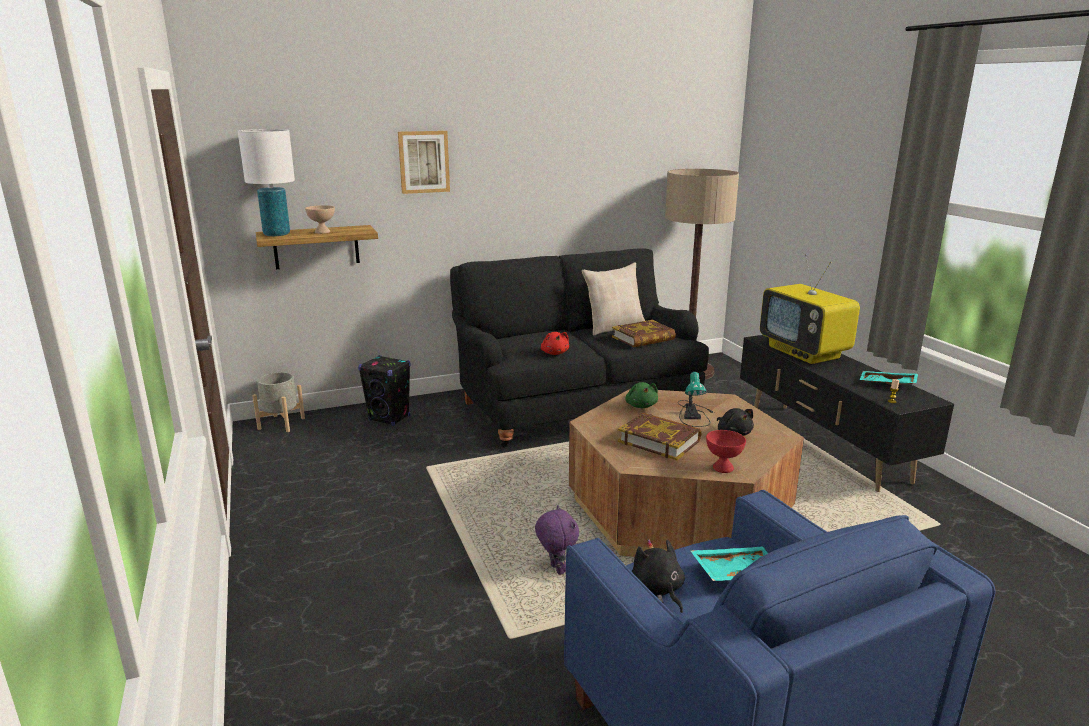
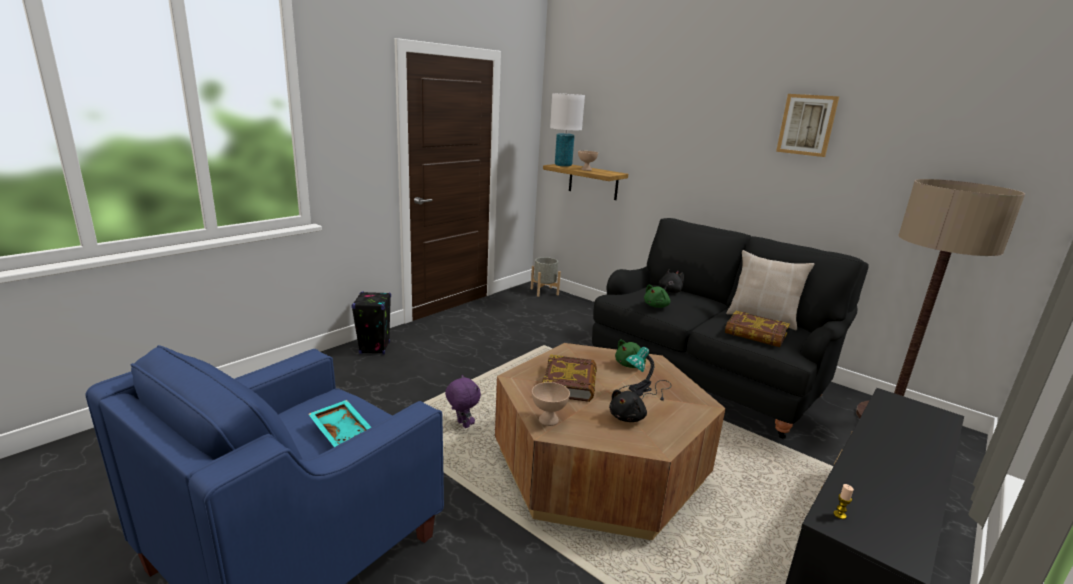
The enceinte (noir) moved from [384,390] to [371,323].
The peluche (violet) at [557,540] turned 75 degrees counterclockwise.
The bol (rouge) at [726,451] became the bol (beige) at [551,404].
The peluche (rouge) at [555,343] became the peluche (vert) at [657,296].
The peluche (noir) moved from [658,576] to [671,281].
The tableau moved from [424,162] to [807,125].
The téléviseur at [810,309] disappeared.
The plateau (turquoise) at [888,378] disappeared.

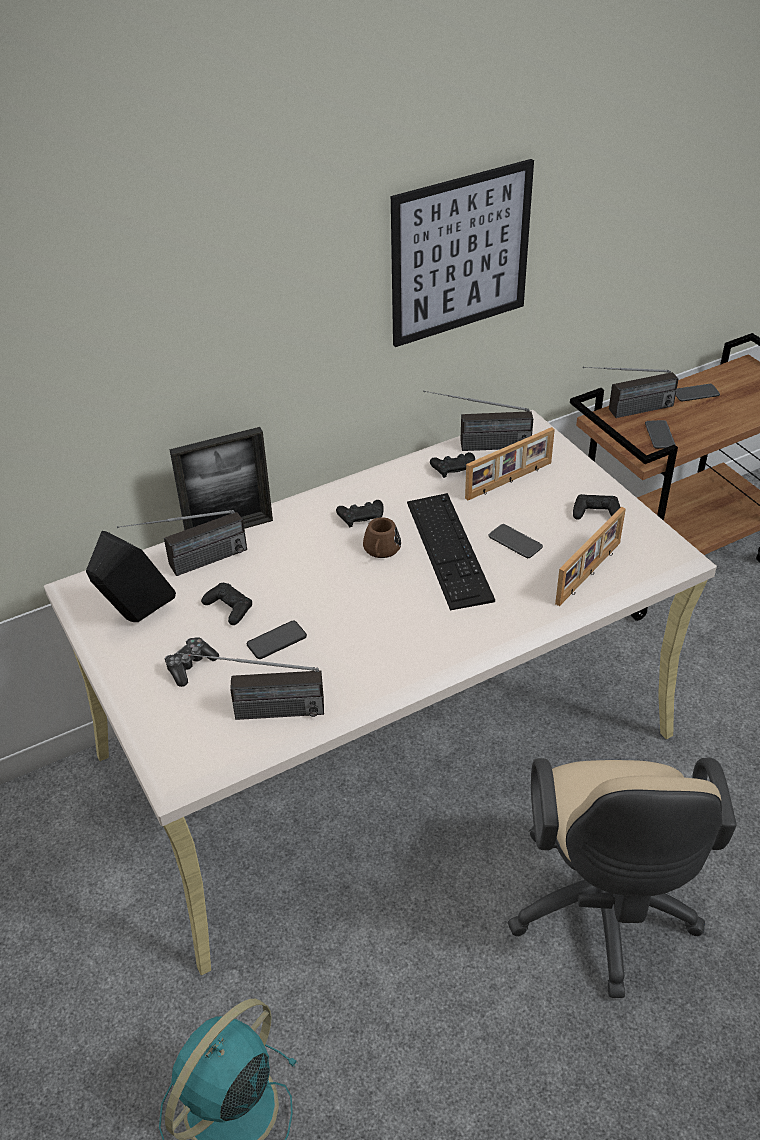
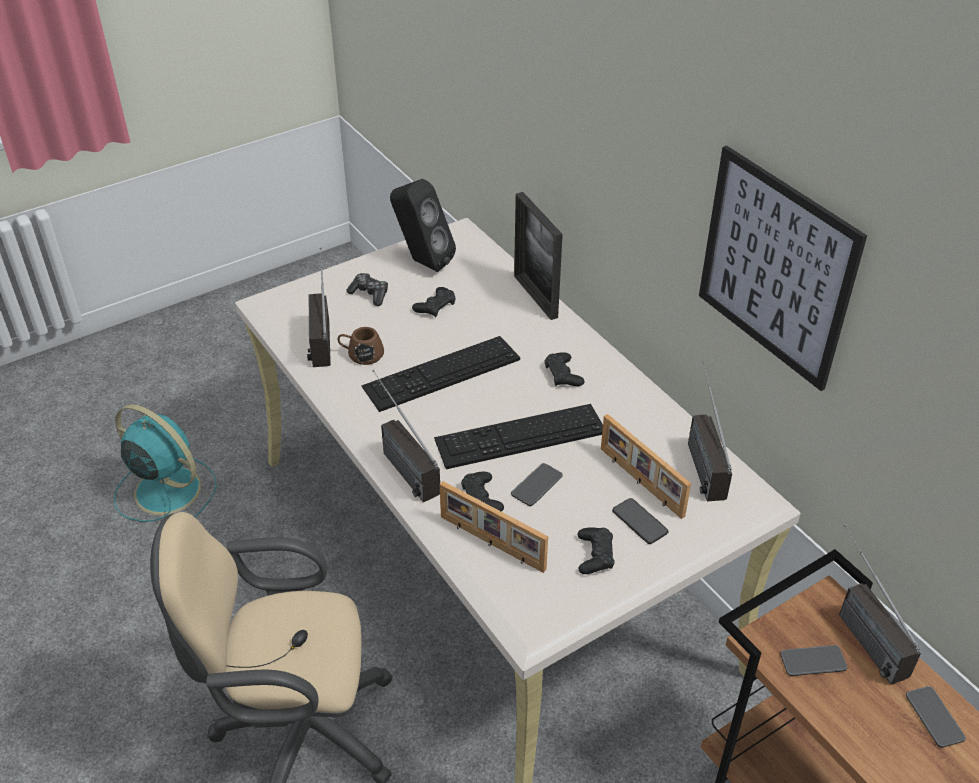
The mug (marron) moved from [382,537] to [360,346].
The clavier at [440,374] appeared.
The radio moved from [182,543] to [406,436].
The manette (noir) moved from [452,465] to [482,491].
The téléphone moved from [277,639] to [640,521].

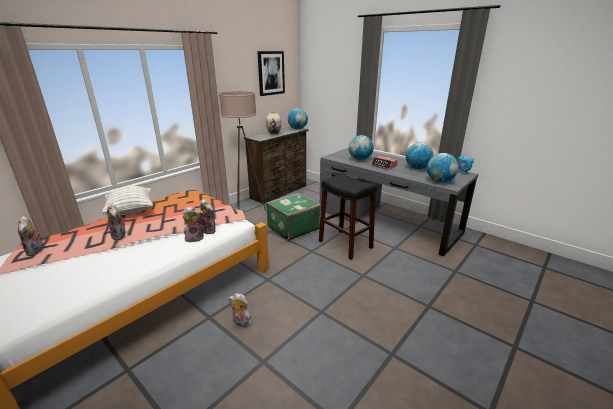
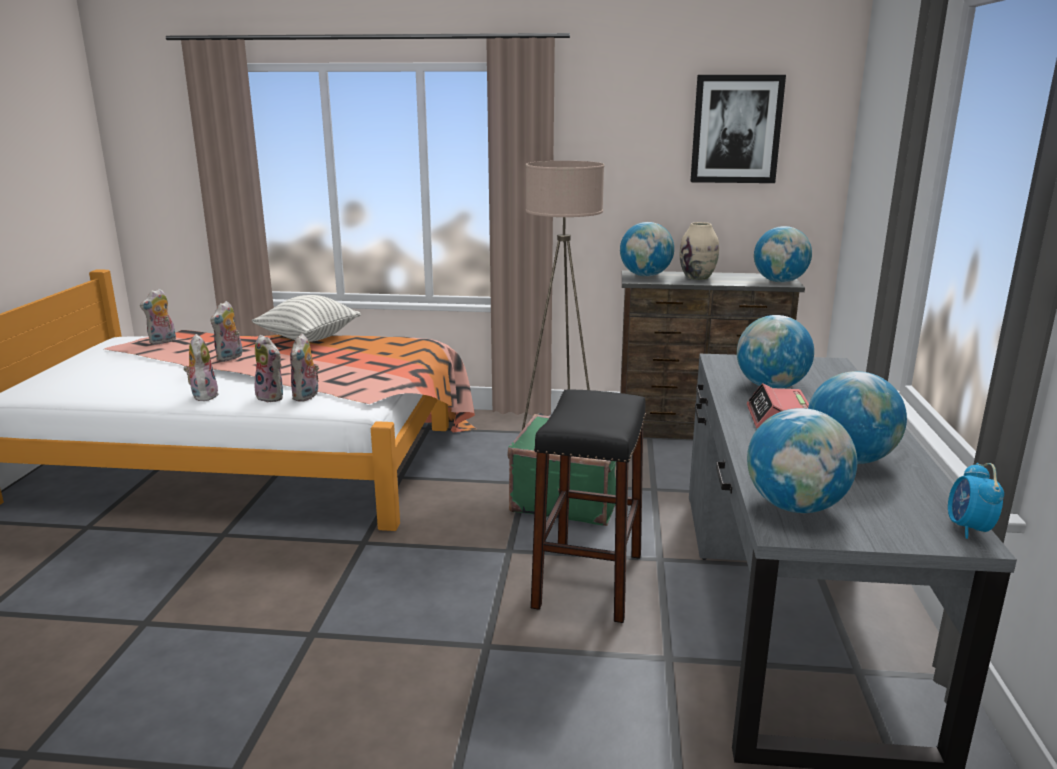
The peluche moved from [240,310] to [201,367].
The globe at [647,249] appeared.

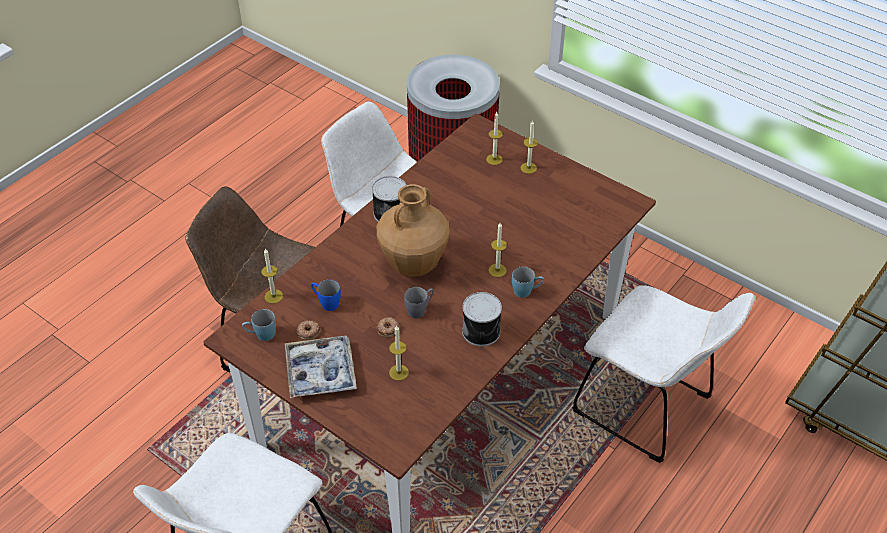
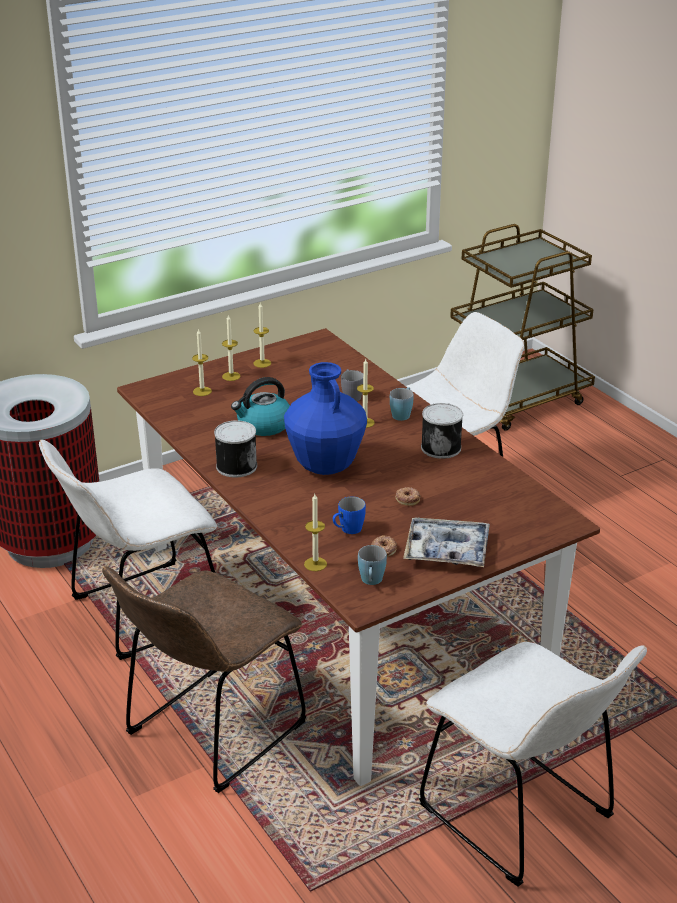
The bouilloire at [260,406] appeared.
The bougie moved from [399,353] to [262,335].
The vase (marron) at [413,230] became the vase (bleu) at [325,418].
The mug (gris) moved from [419,302] to [352,385].

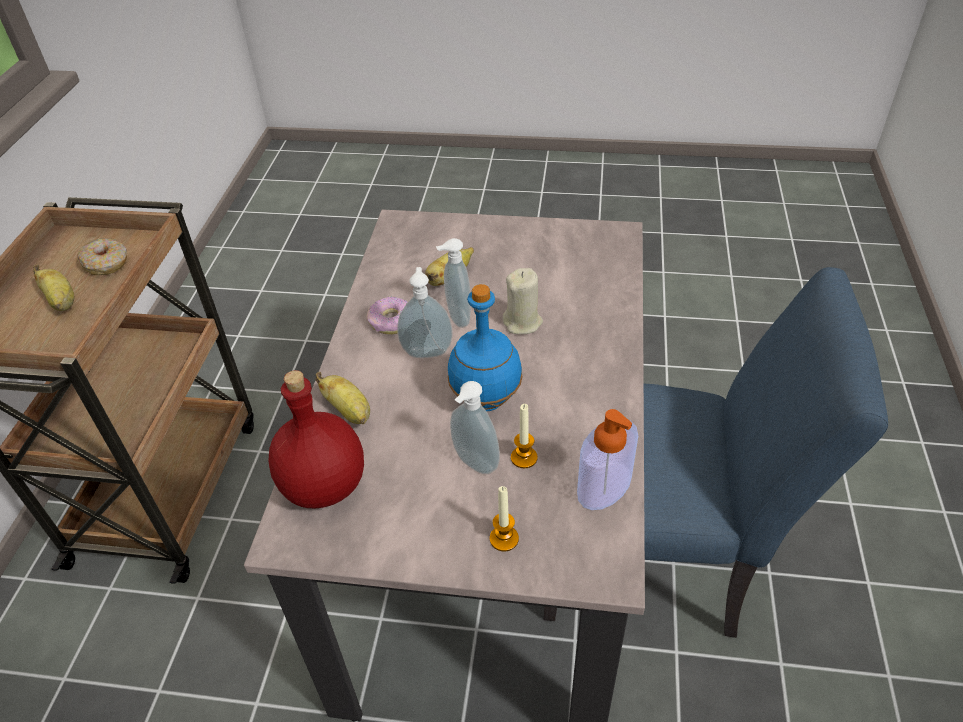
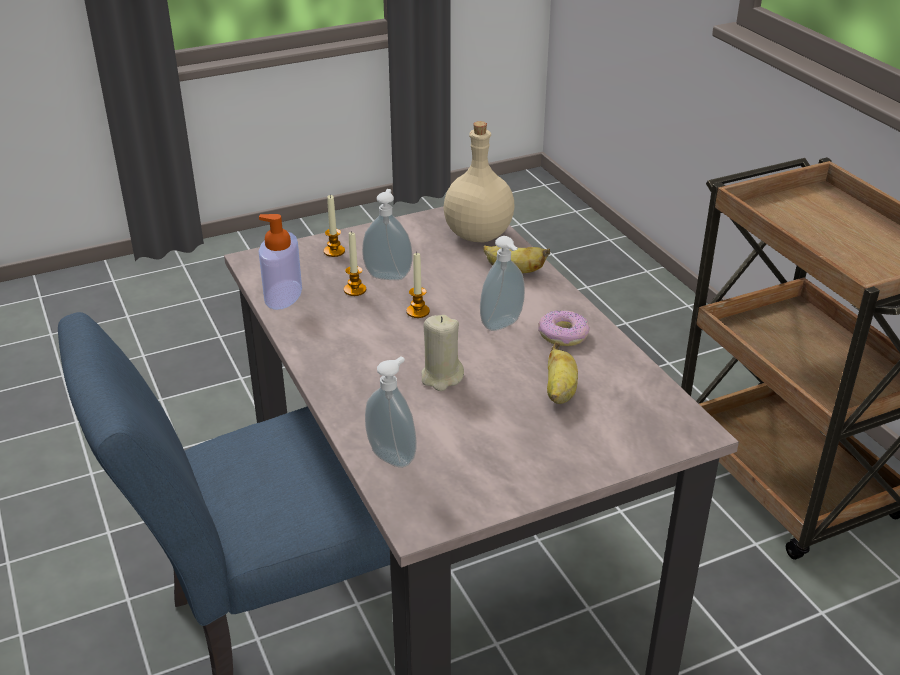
The distributeur de savon moved from [453,283] to [390,412].
The bouteille (bleu) at [485,347] was replaced by the bougie at [418,285].
The bouteille (rouge) at [316,439] became the bouteille (beige) at [479,182].
The banane at [53,288] disappeared.
The beignet at [102,256] disappeared.

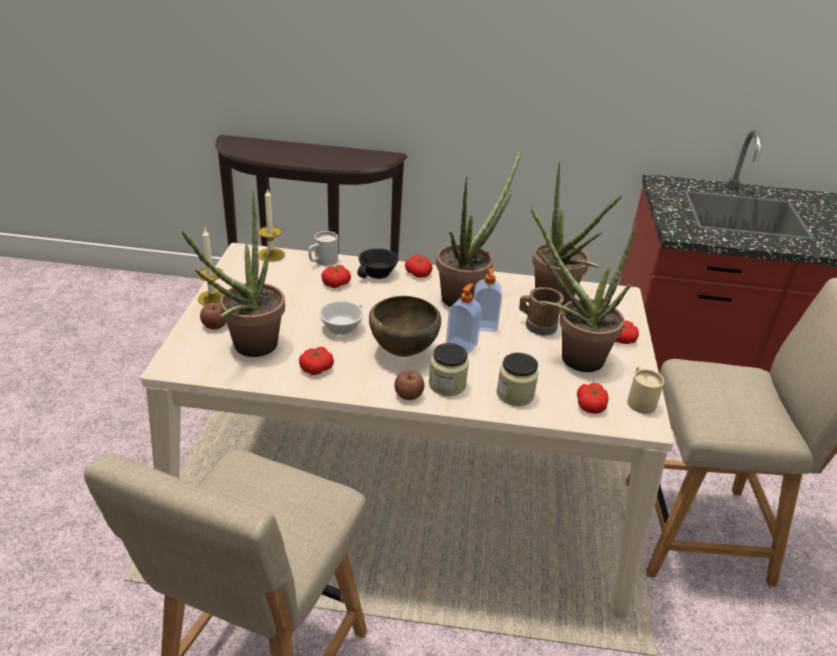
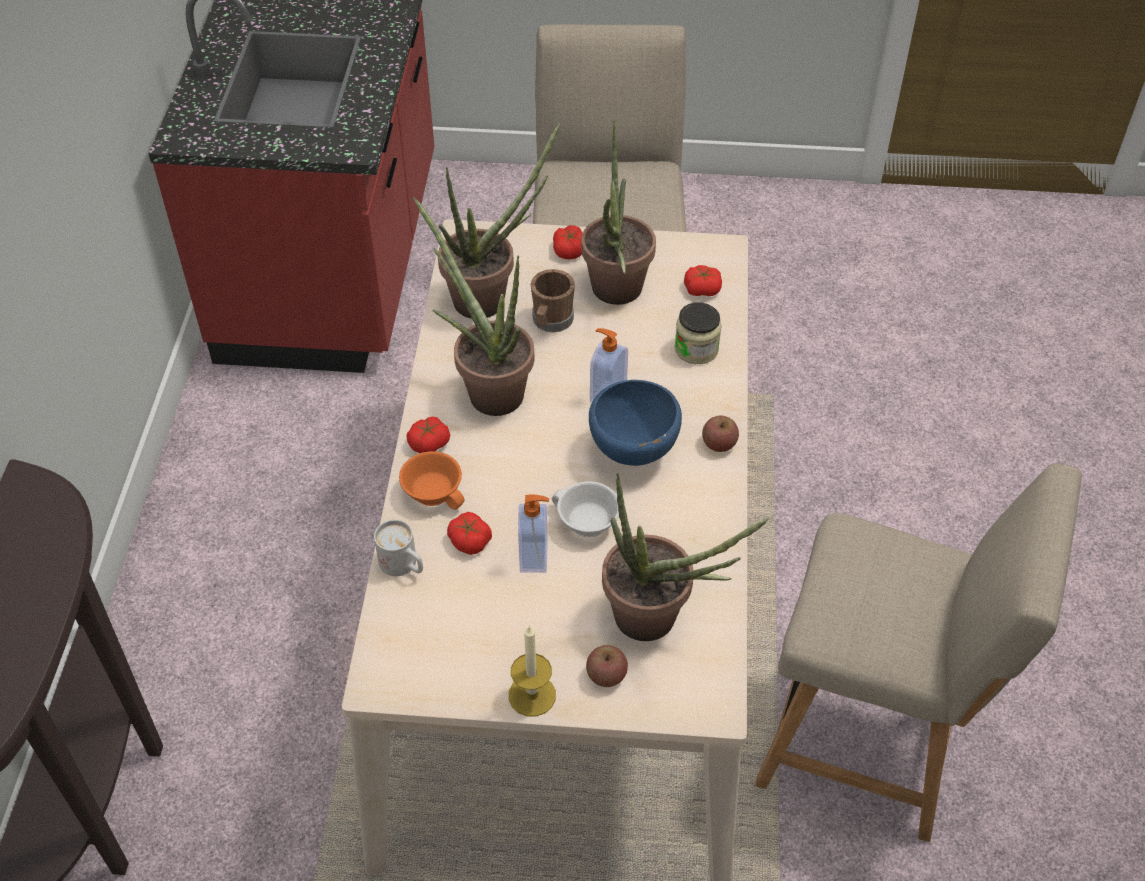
The tasse (noir) at [377,263] became the tasse (orange) at [432,480].
The distributeur de savon moved from [488,300] to [533,533].
The bol (marron) at [405,326] became the bol (bleu) at [635,423].
The bougie at [271,225] disappeared.
The tomate at [316,361] disappeared.
The bocal at [449,369] disappeared.
The mug (beige) at [645,390] disappeared.

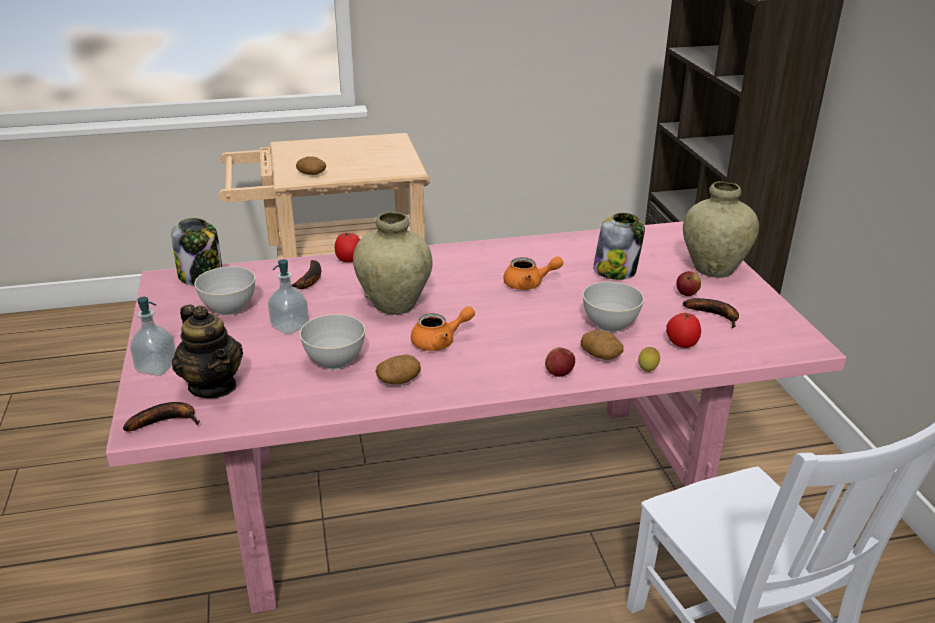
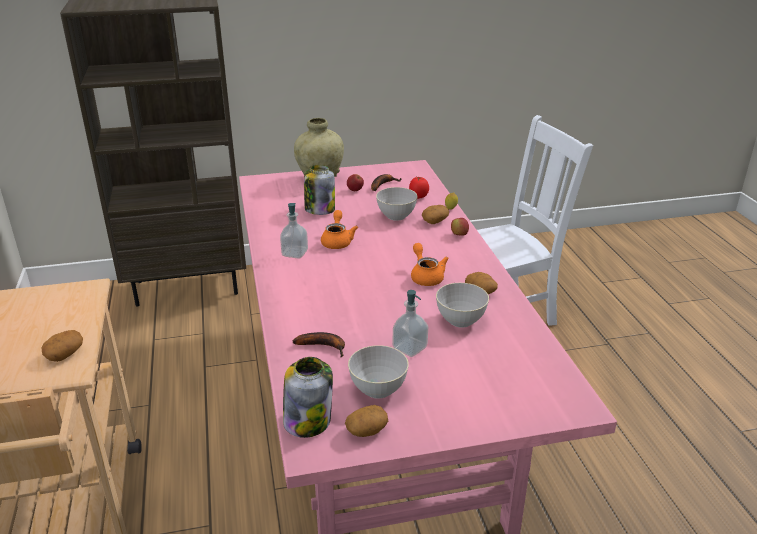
The distributeur de savon moved from [153,336] to [294,231].
The pomme de terre at [366,421] appeared.
The banane at [161,416] disappeared.
The théière at [207,351] disappeared.
The tomate at [347,247] disappeared.
The vase (beige) at [392,263] disappeared.

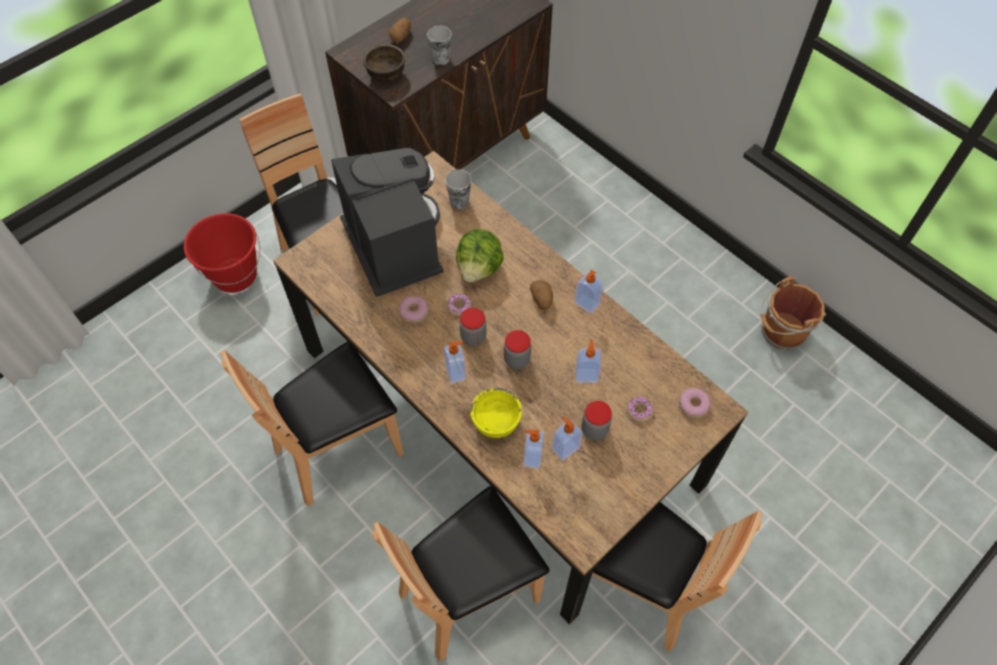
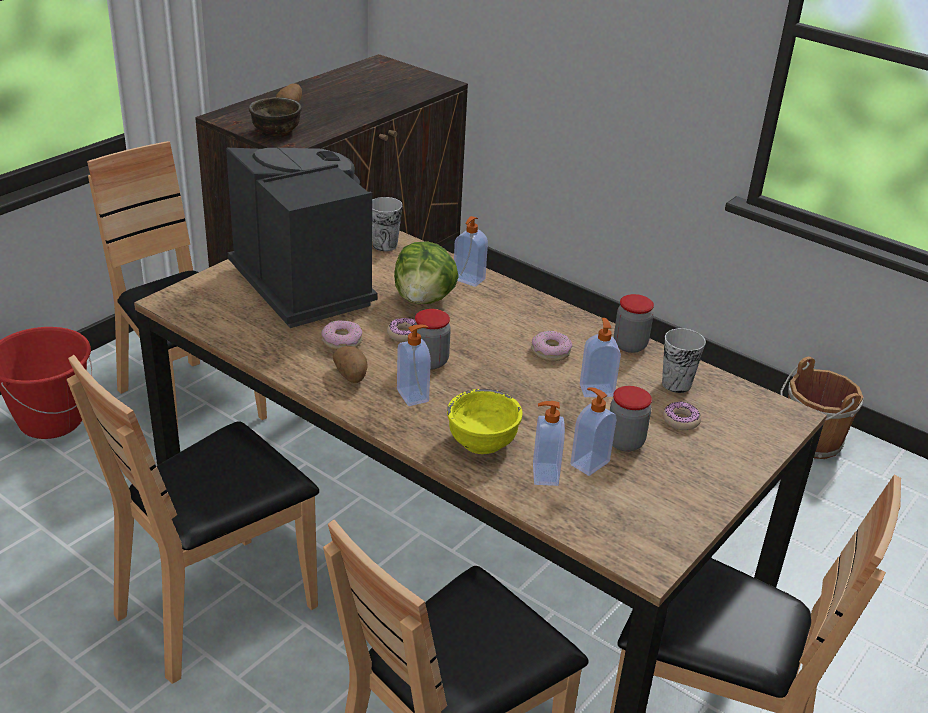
The pomme de terre moved from [541,295] to [350,364].
The distributeur de savon moved from [588,291] to [471,251].
The beignet moved from [695,402] to [551,345].
The bocal moved from [517,349] to [634,323].
The tasse moved from [439,46] to [684,360].

